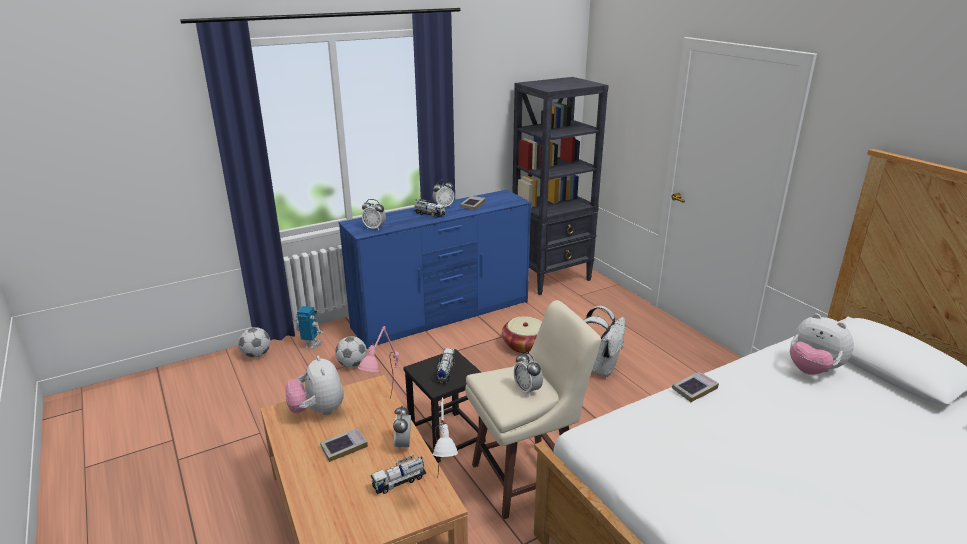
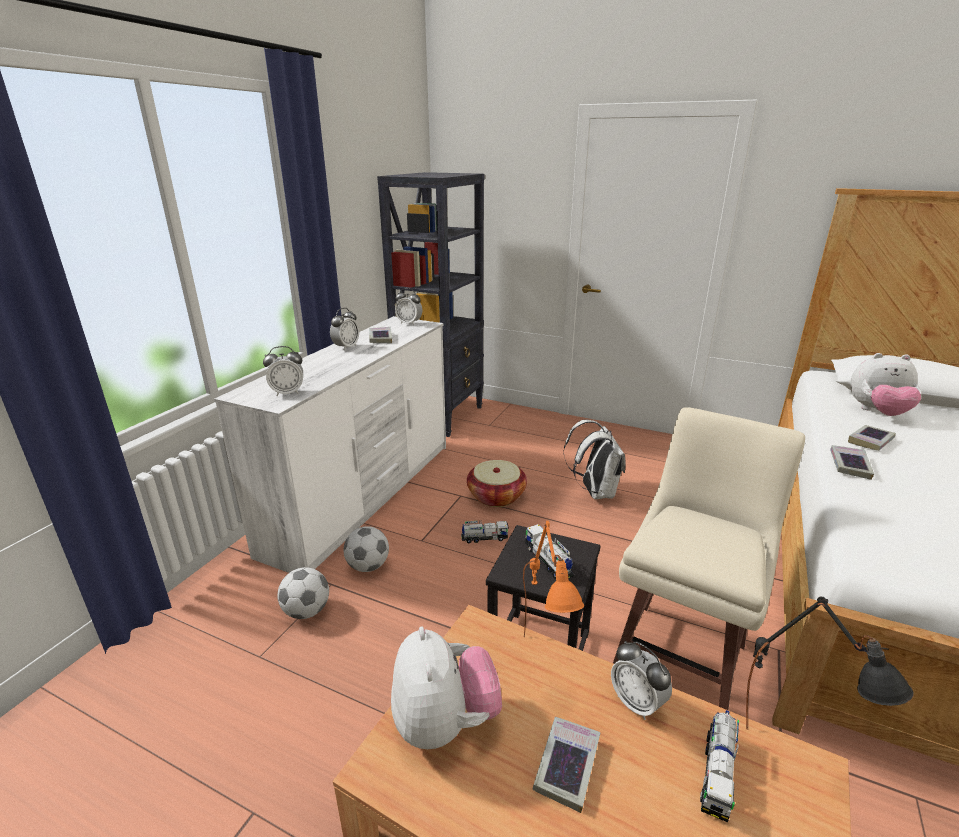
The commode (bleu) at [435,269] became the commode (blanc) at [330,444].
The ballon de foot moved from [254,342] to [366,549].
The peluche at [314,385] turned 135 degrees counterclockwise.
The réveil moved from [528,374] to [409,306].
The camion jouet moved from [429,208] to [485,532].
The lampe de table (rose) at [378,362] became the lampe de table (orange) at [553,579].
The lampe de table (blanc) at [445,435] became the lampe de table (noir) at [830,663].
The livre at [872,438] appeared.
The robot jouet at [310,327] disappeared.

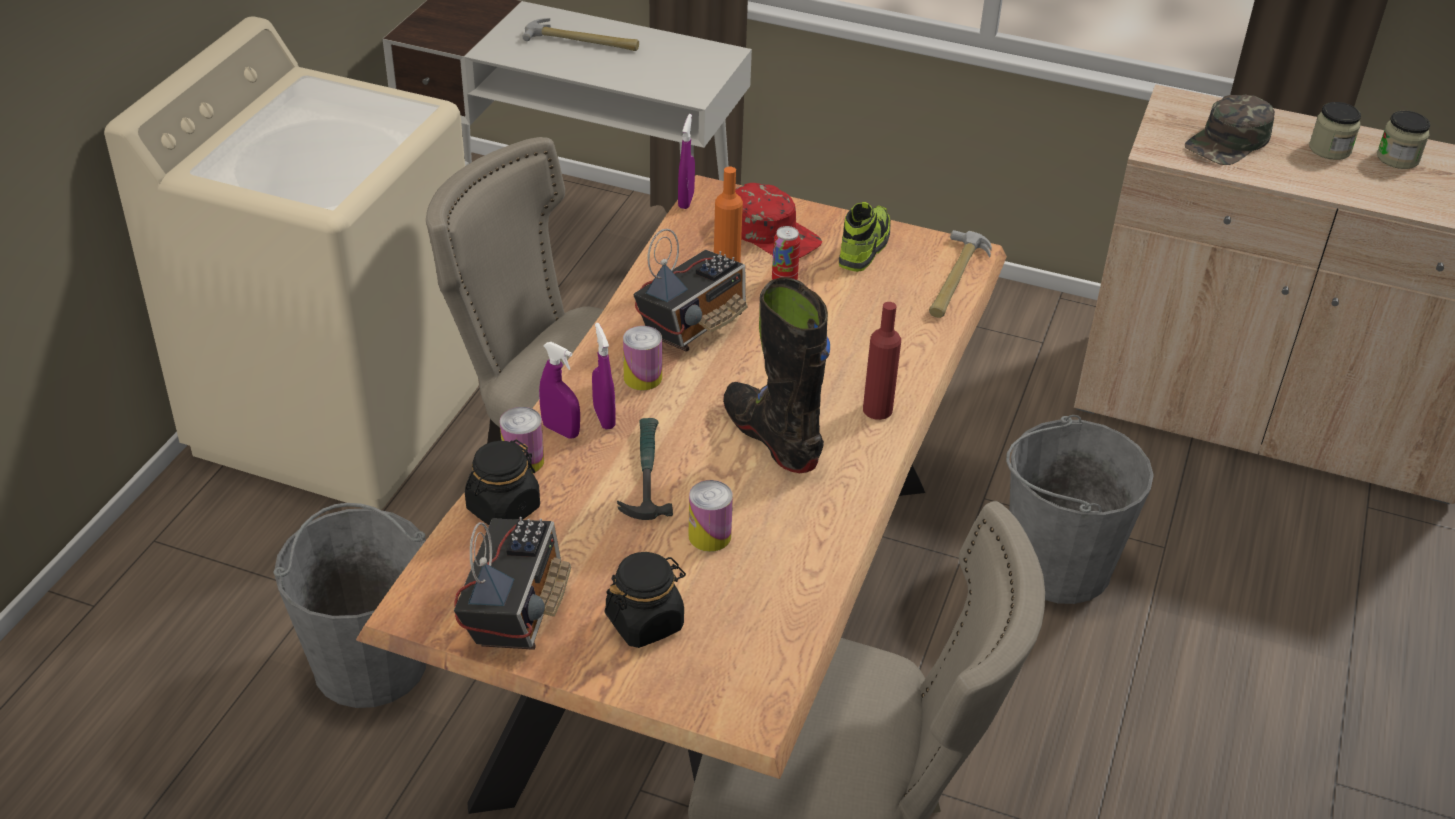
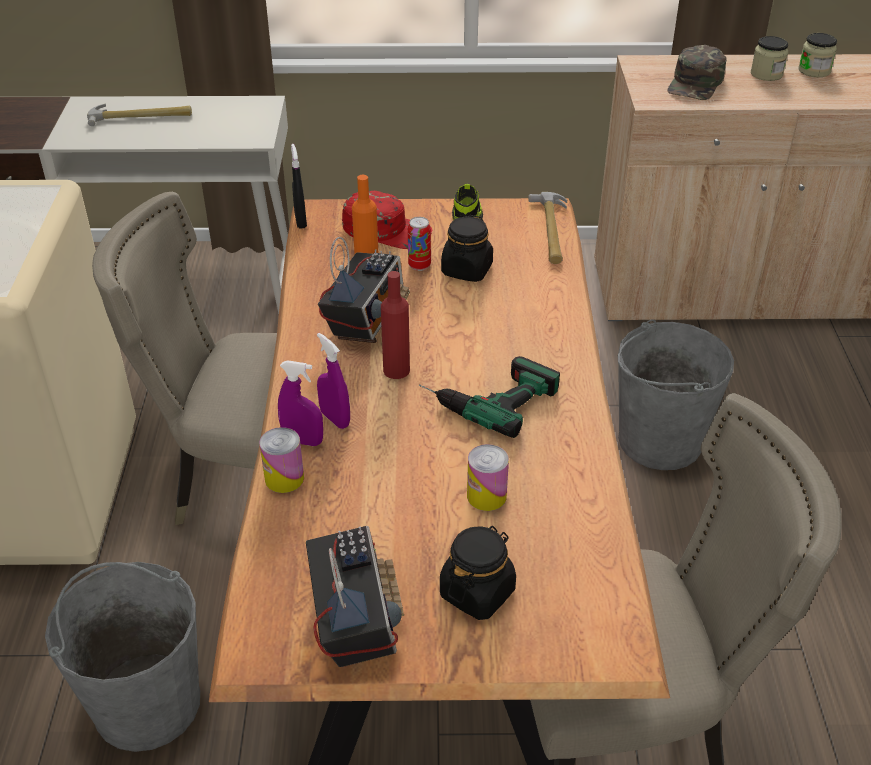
The vaporisateur (violet) at [686,161] became the vaporisateur (noir) at [299,186].
The bouteille (rouge) moved from [882,361] to [395,325].
The botte (noir) at [776,375] was replaced by the perceuse at [489,397].
The bocal (noir) moved from [502,482] to [467,248].
The marteau at [645,469] disappeared.
The boîte métallique at [642,358] disappeared.

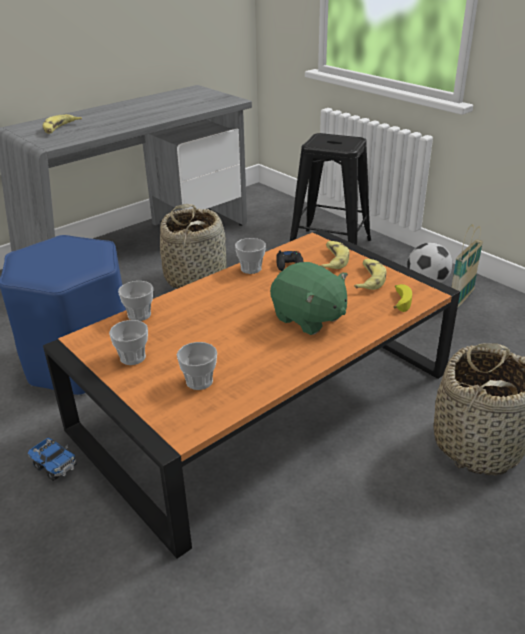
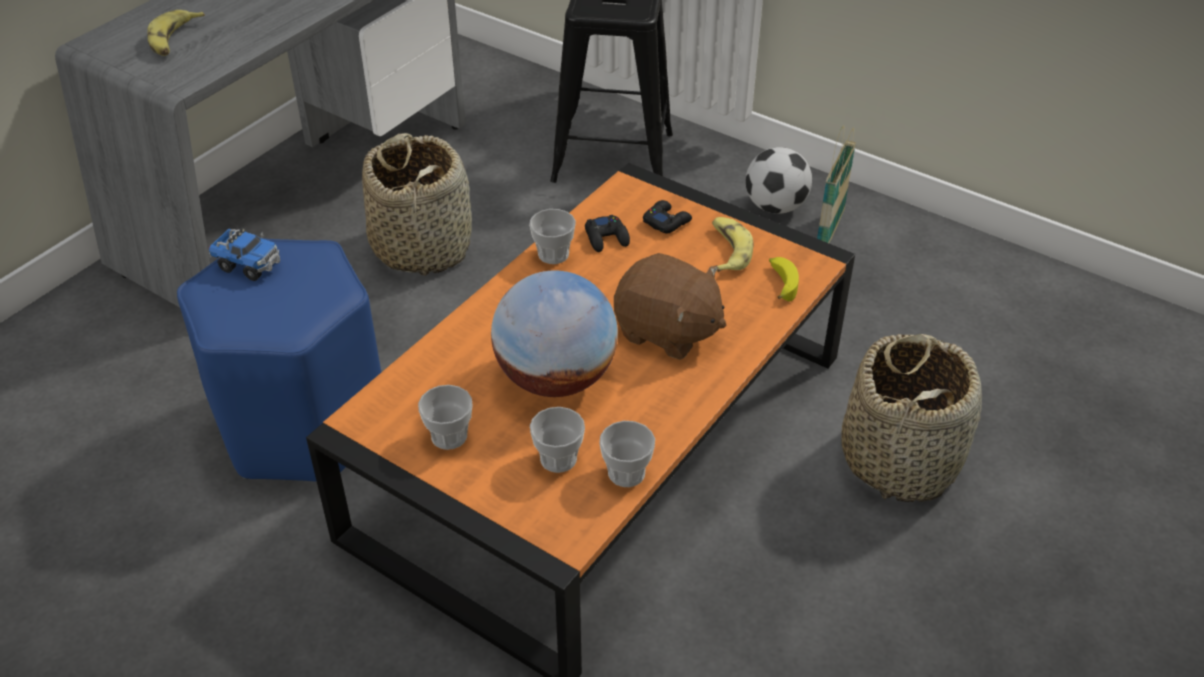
The camion jouet moved from [52,459] to [244,254].
The globe at [554,333] appeared.
The tasse moved from [135,301] to [627,454].
The peluche (vert) at [309,298] became the peluche (marron) at [670,306].
The banane at [334,255] was replaced by the manette (noir) at [667,217].

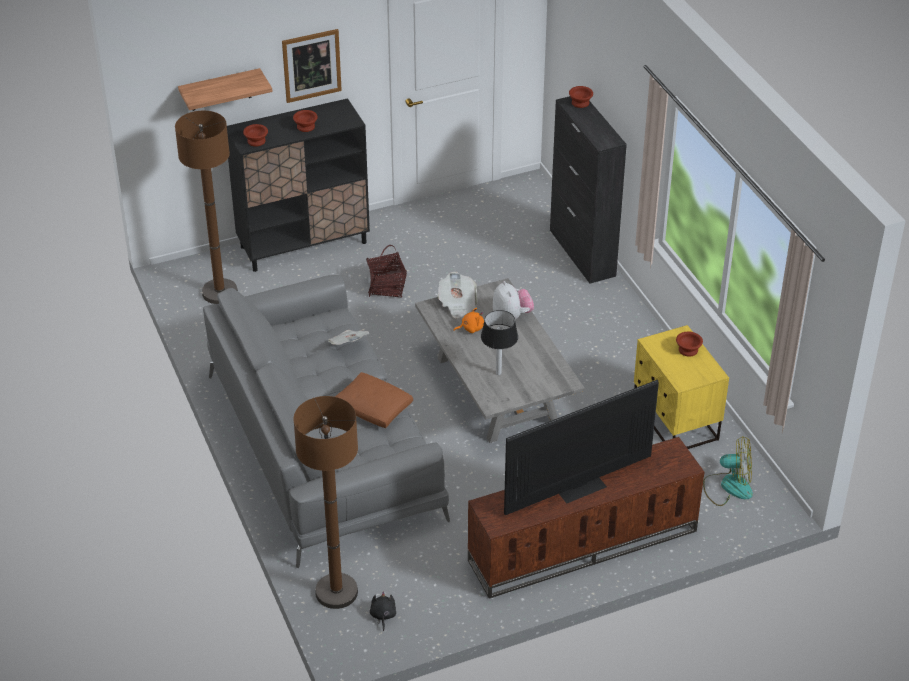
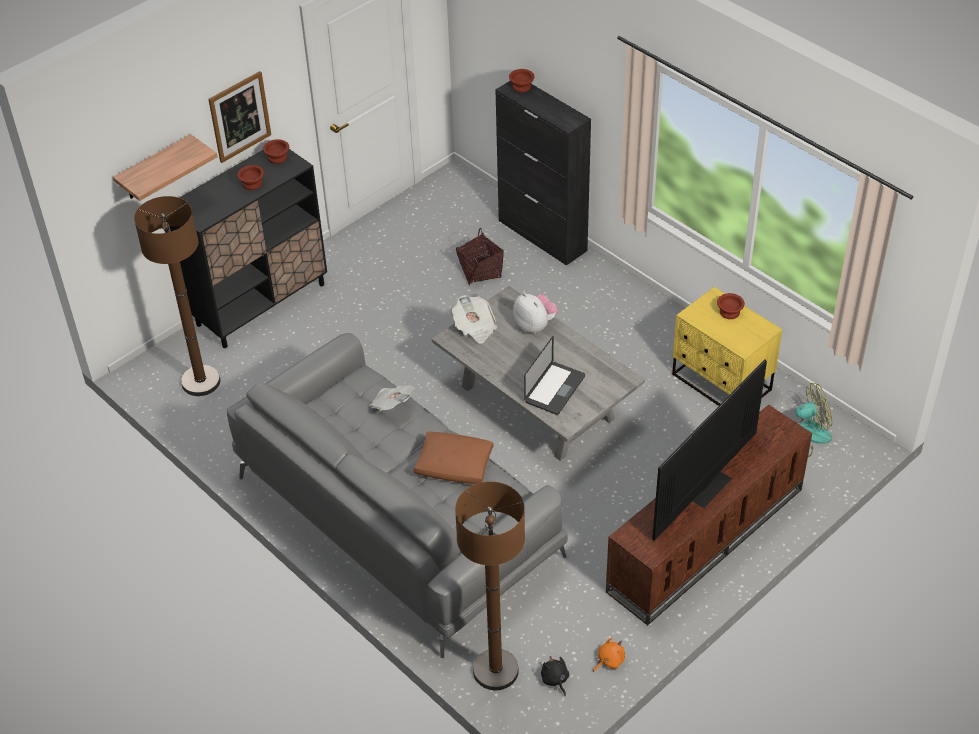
The bol (marron) moved from [255,135] to [276,151].
The panier moved from [386,271] to [480,256].
The lampe de table at [499,342] was replaced by the ordinateur portable at [554,375].
The peluche (orange) moved from [468,320] to [609,654].

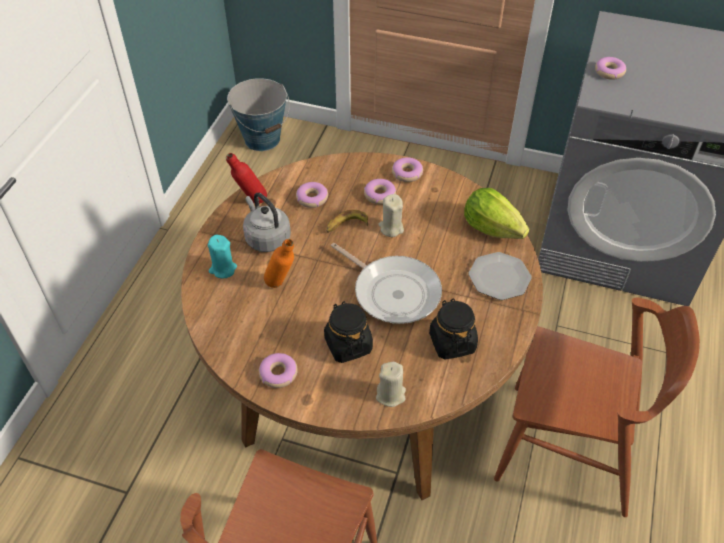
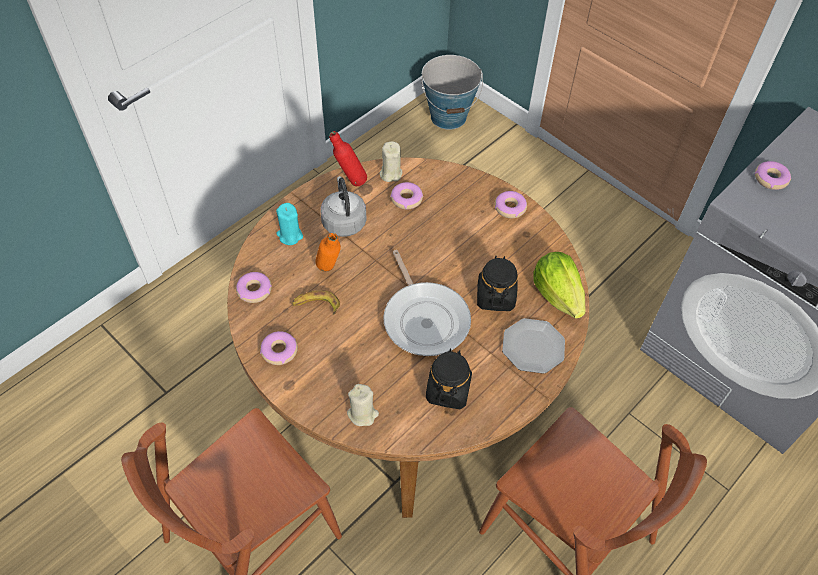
The beignet moved from [380,191] to [254,287].
The banane moved from [347,221] to [315,302].
The bougie (beige) moved from [391,215] to [391,161].
The bocal (noir) moved from [348,332] to [497,283].

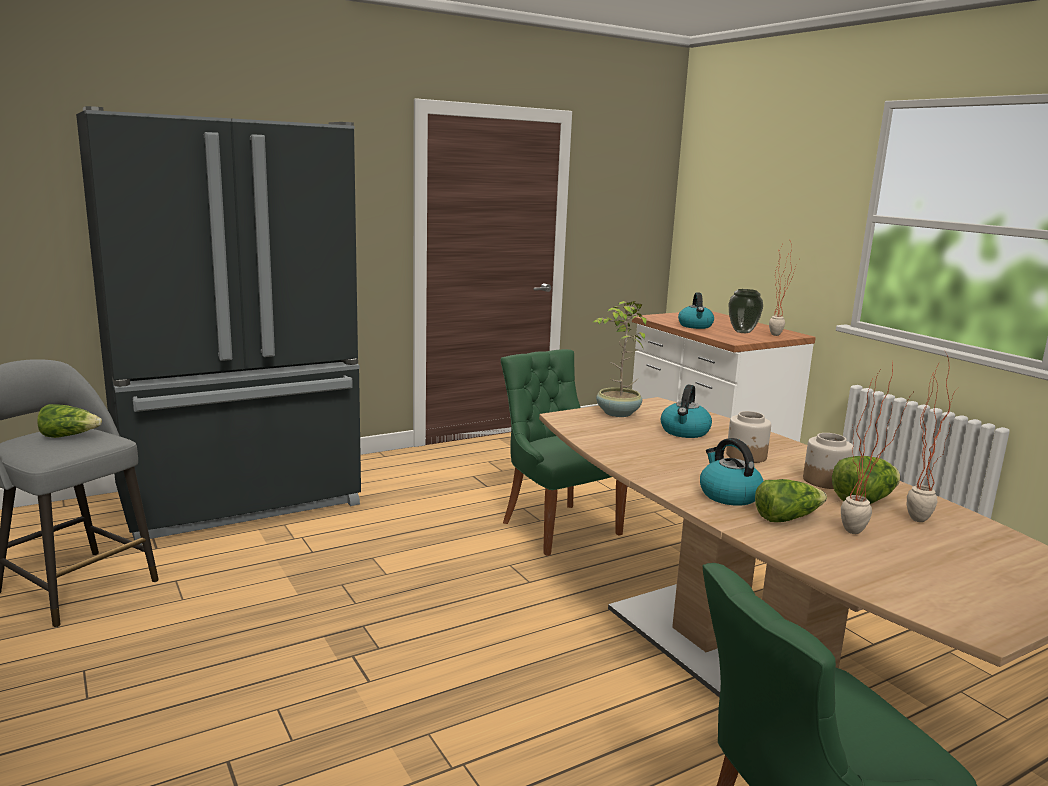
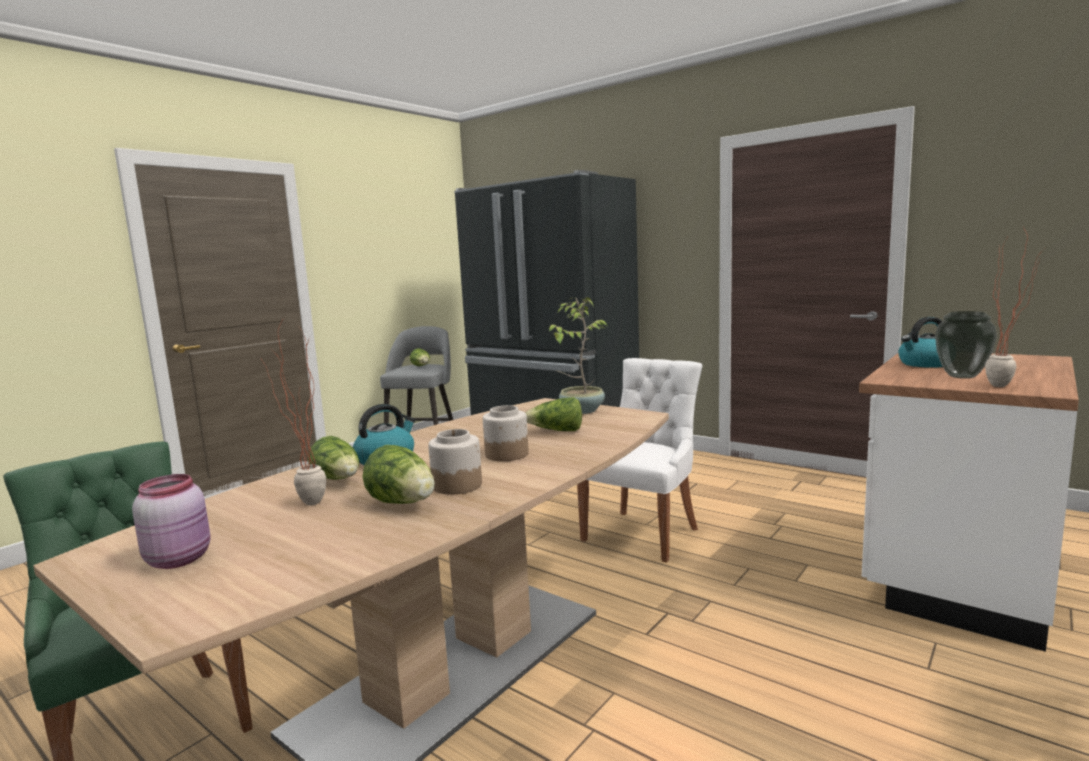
The bocal (rose) at [171,521] appeared.
The bouilloire at [686,411] was replaced by the laitue at [553,414].
The chaise (vert) at [564,452] became the chaise (blanc) at [639,460].
The plante en pot at [934,437] disappeared.

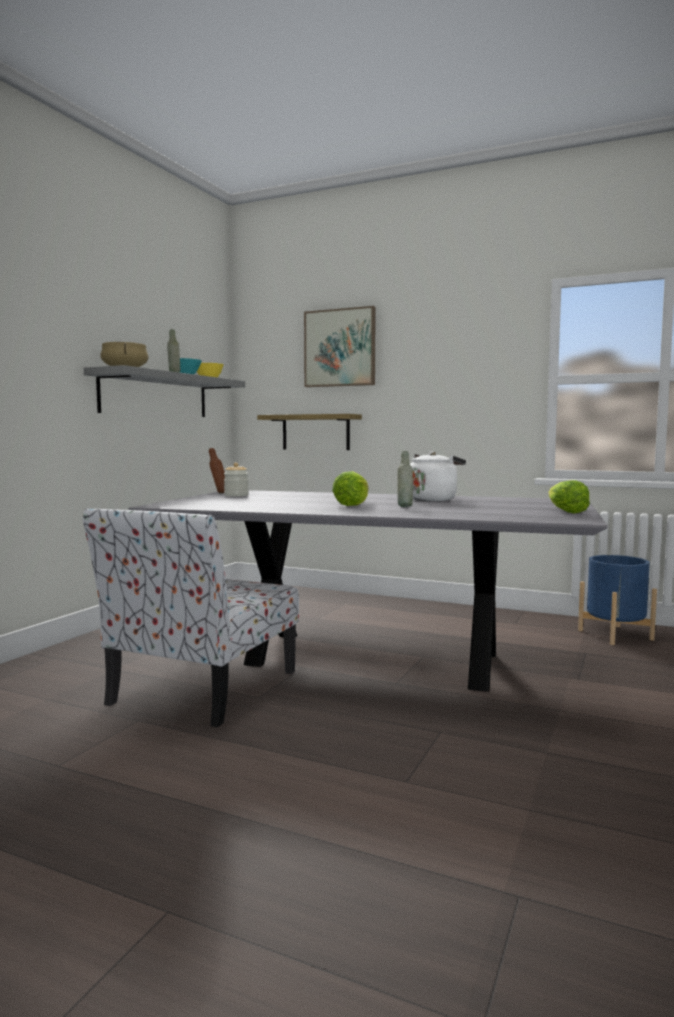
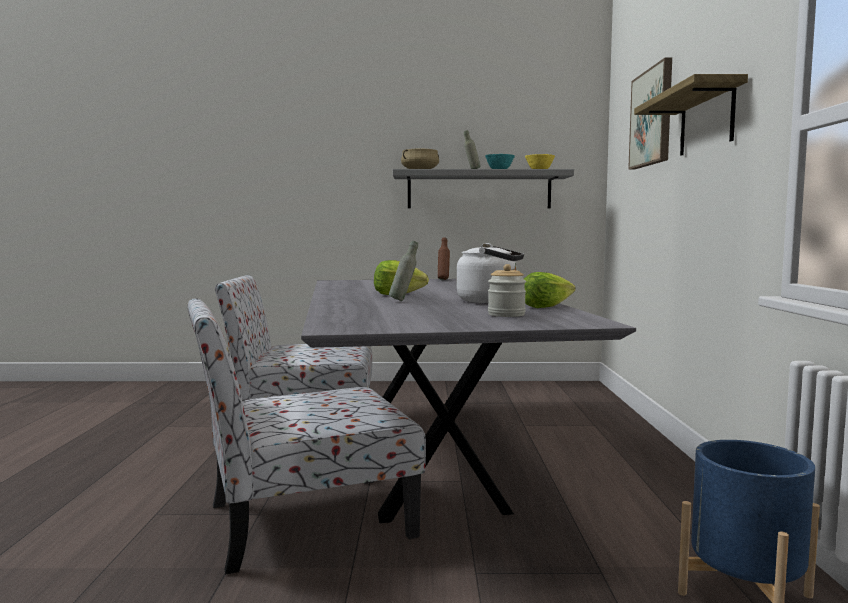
The chaise at [306,436] appeared.
The bocal moved from [236,479] to [507,290].
The laitue moved from [569,496] to [550,290].
The étagère moved from [309,432] to [691,115].

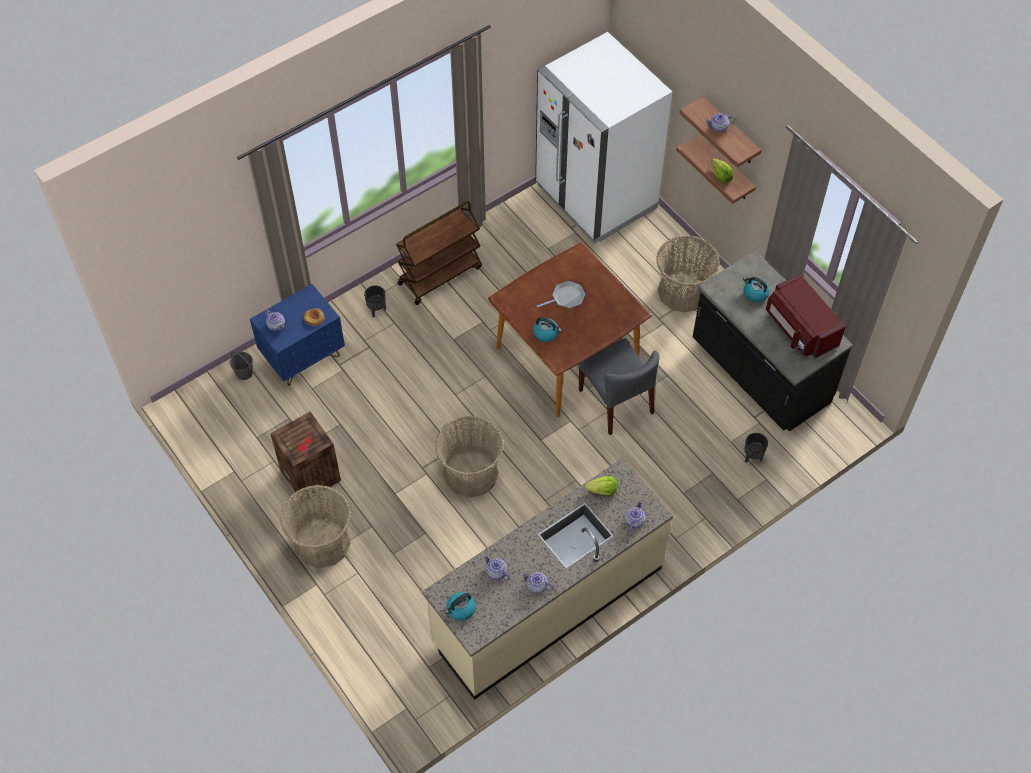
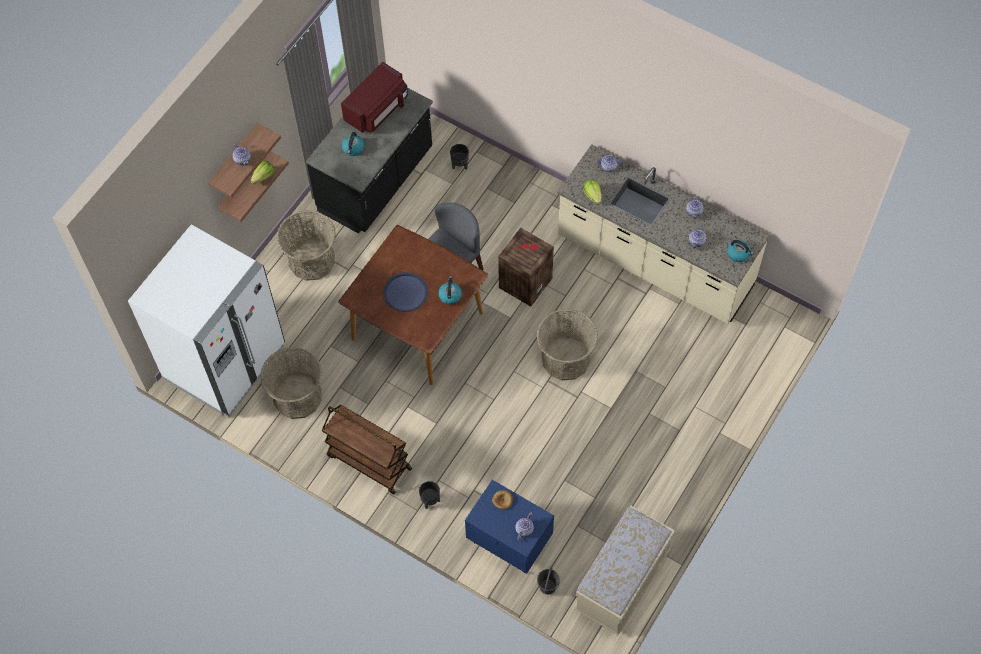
The panier moved from [315,526] to [291,383].
The poêle at [561,294] was replaced by the plateau (bleu) at [405,292].
The caisse moved from [305,457] to [526,267].
The banc (beige) at [624,570] appeared.

